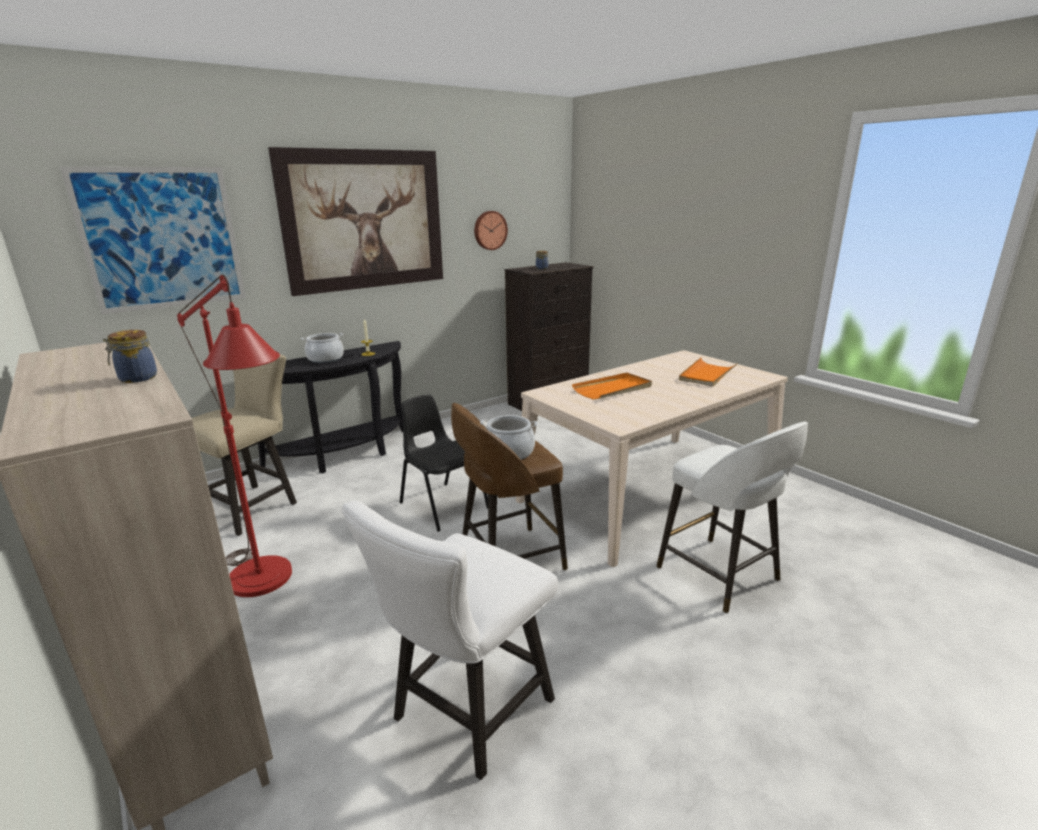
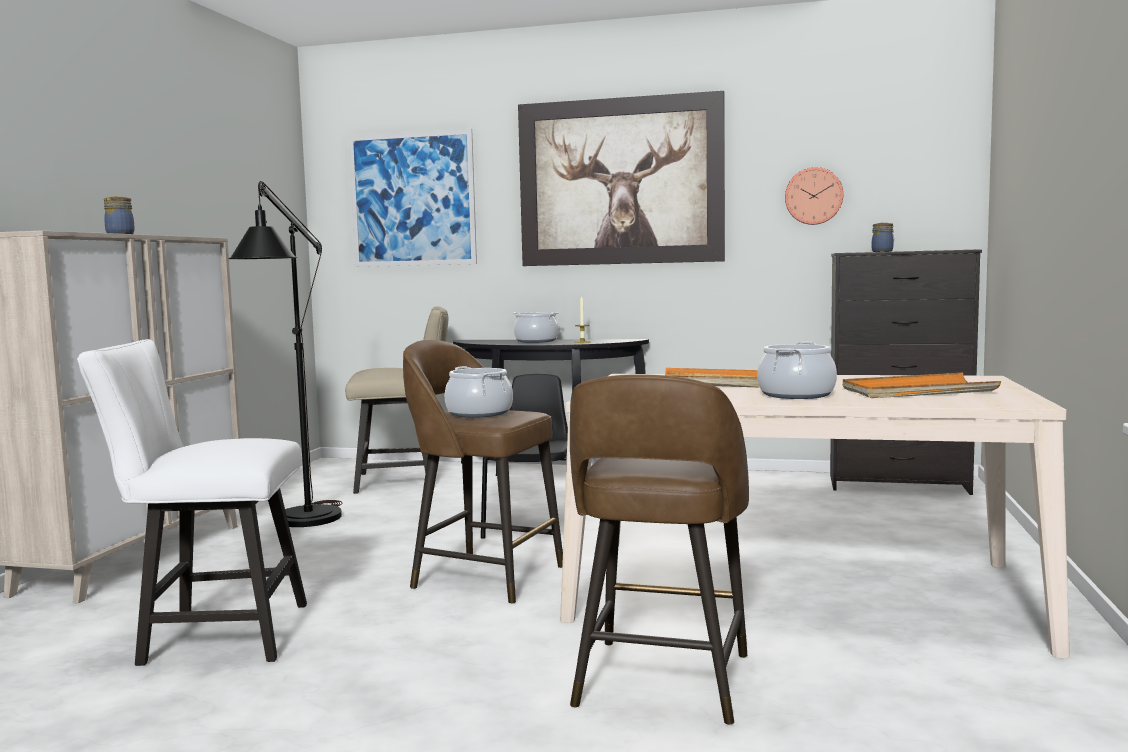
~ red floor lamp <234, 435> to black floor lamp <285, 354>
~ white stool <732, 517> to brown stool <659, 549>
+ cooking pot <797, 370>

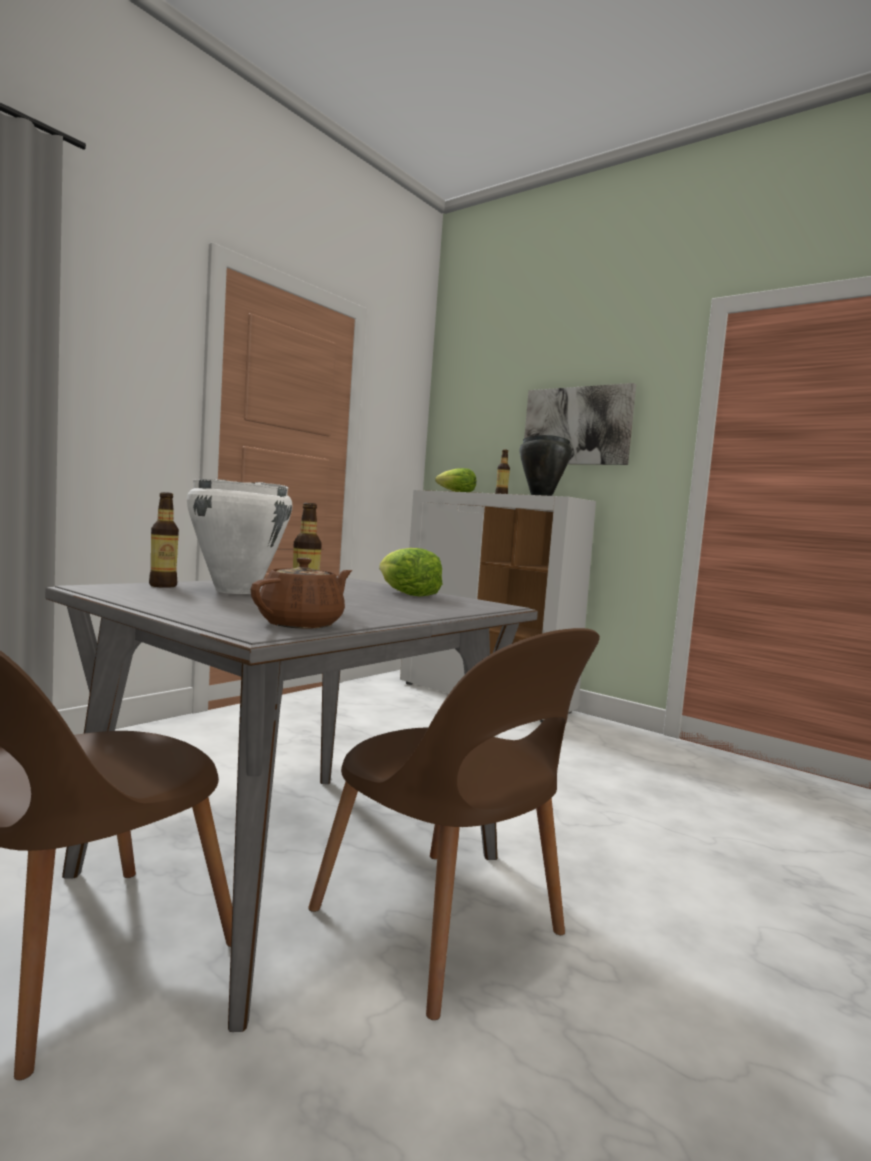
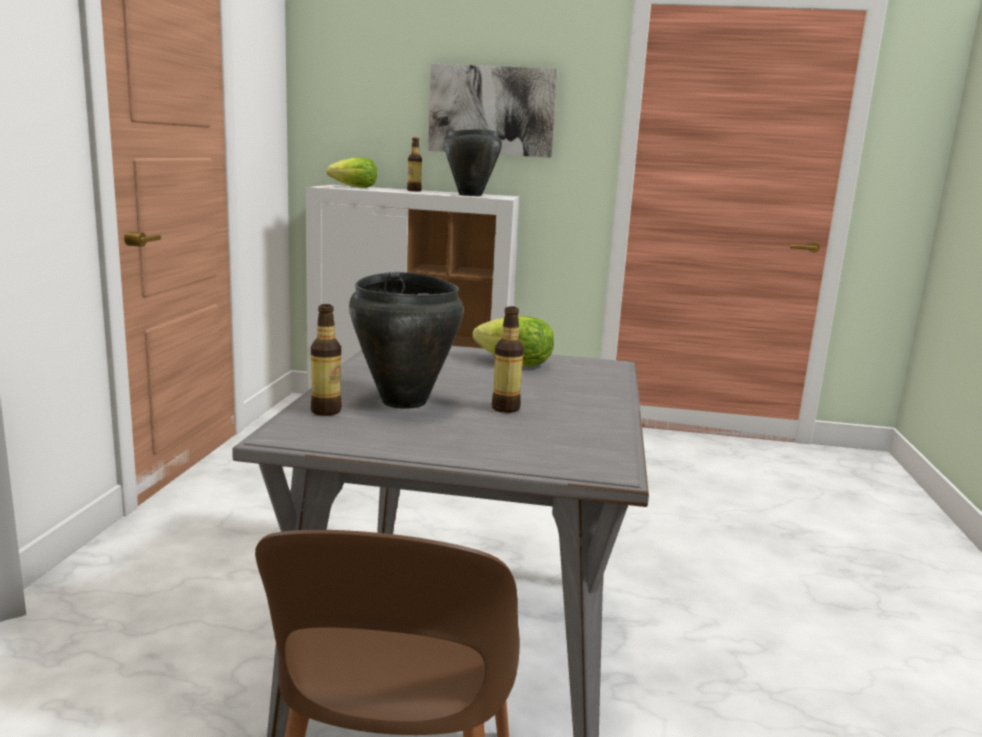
~ white cooking pot <239, 536> to black cooking pot <406, 340>
- brown teapot <301, 593>
- brown chair <454, 824>

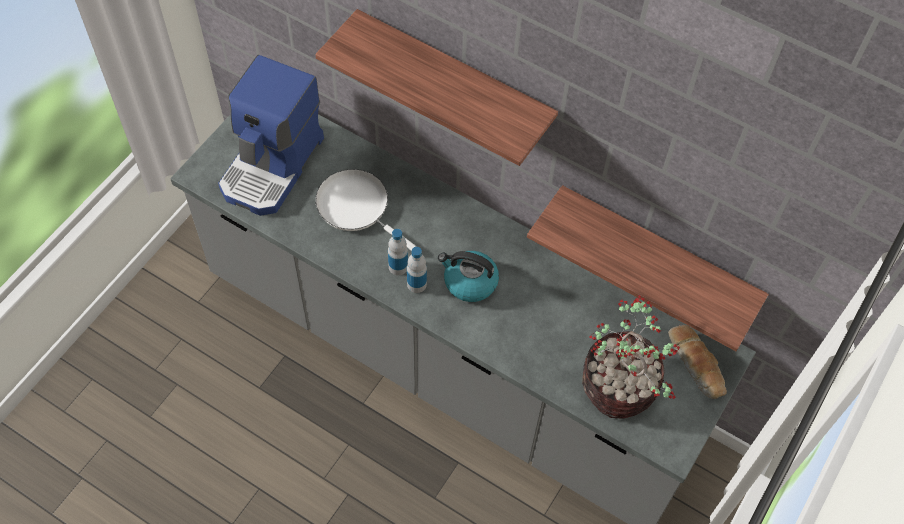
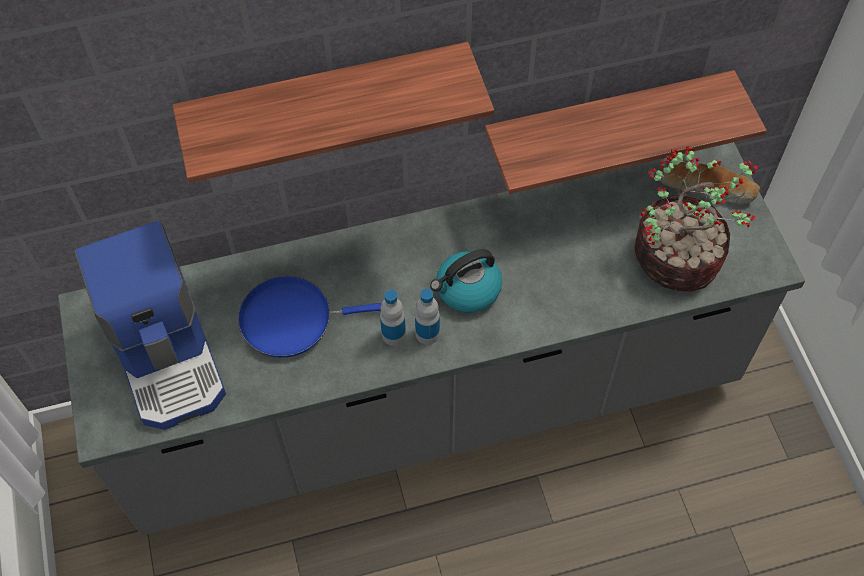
~ white frying pan <366, 210> to blue frying pan <310, 317>

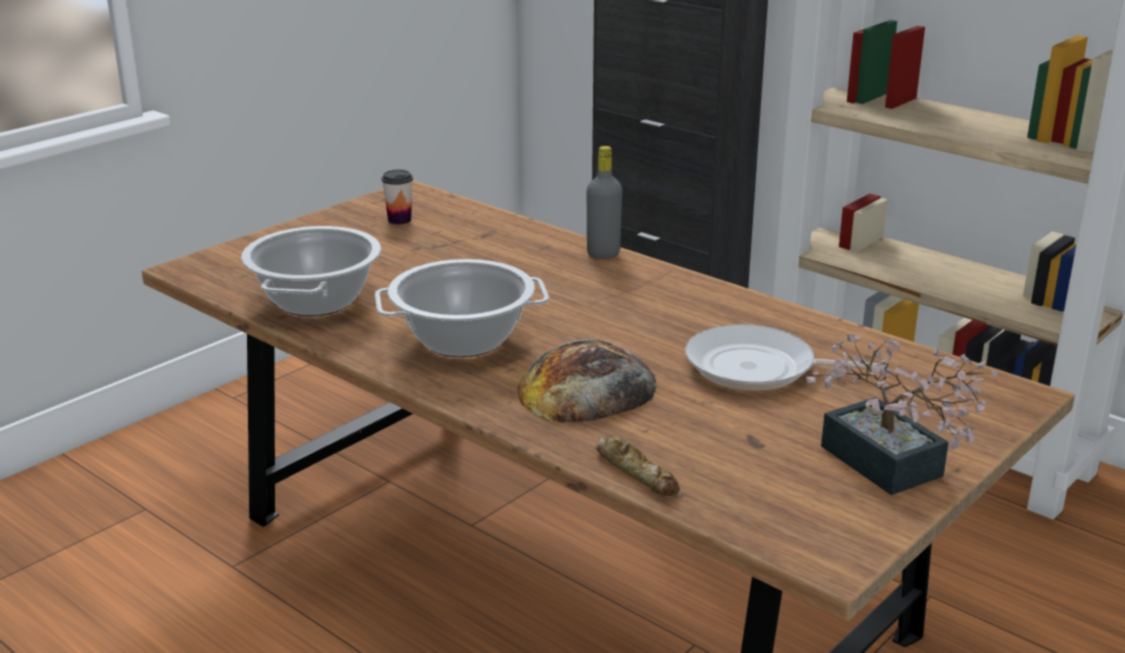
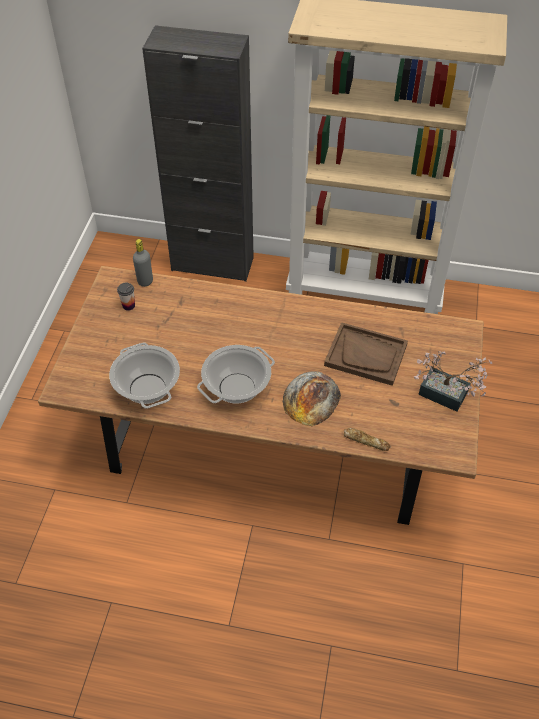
~ grey bottle <604, 202> to <143, 263>
~ frying pan <785, 357> to brown tray <366, 354>

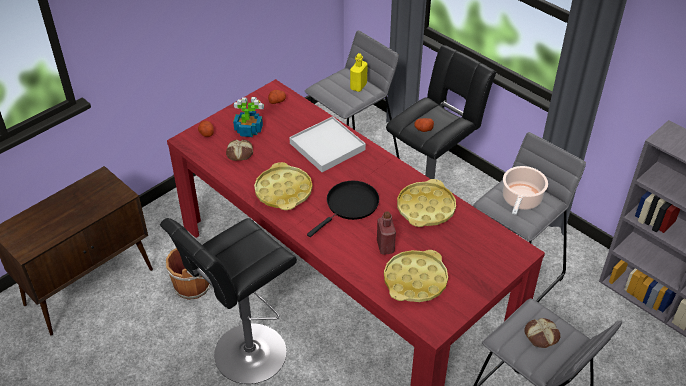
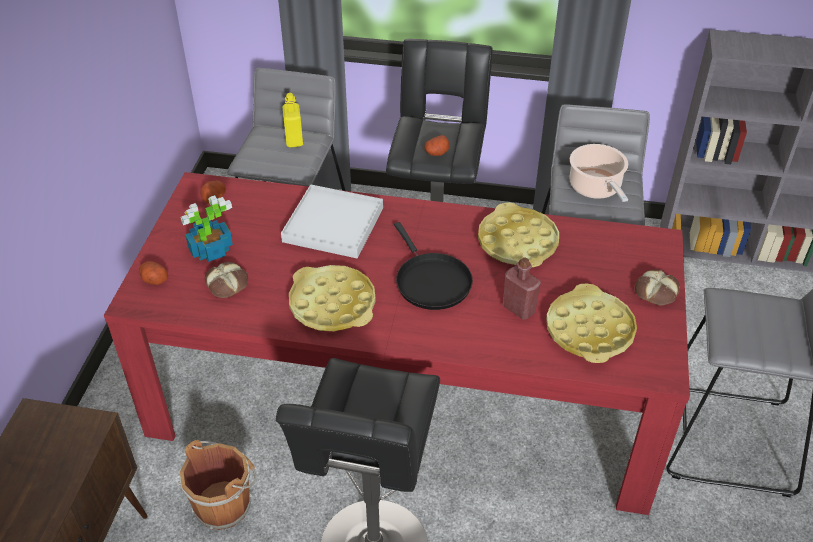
~ black frying pan <343, 209> = <433, 266> 150 degrees clockwise
~ bread <542, 333> to <657, 287>

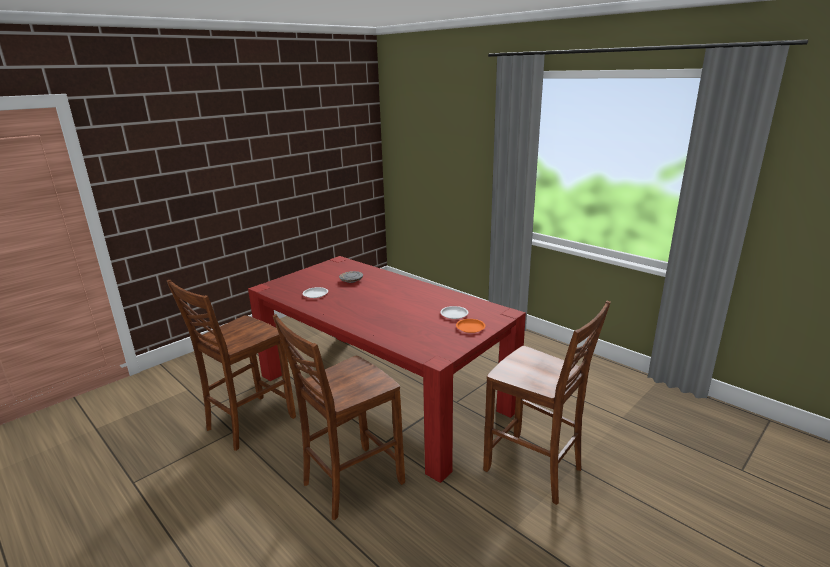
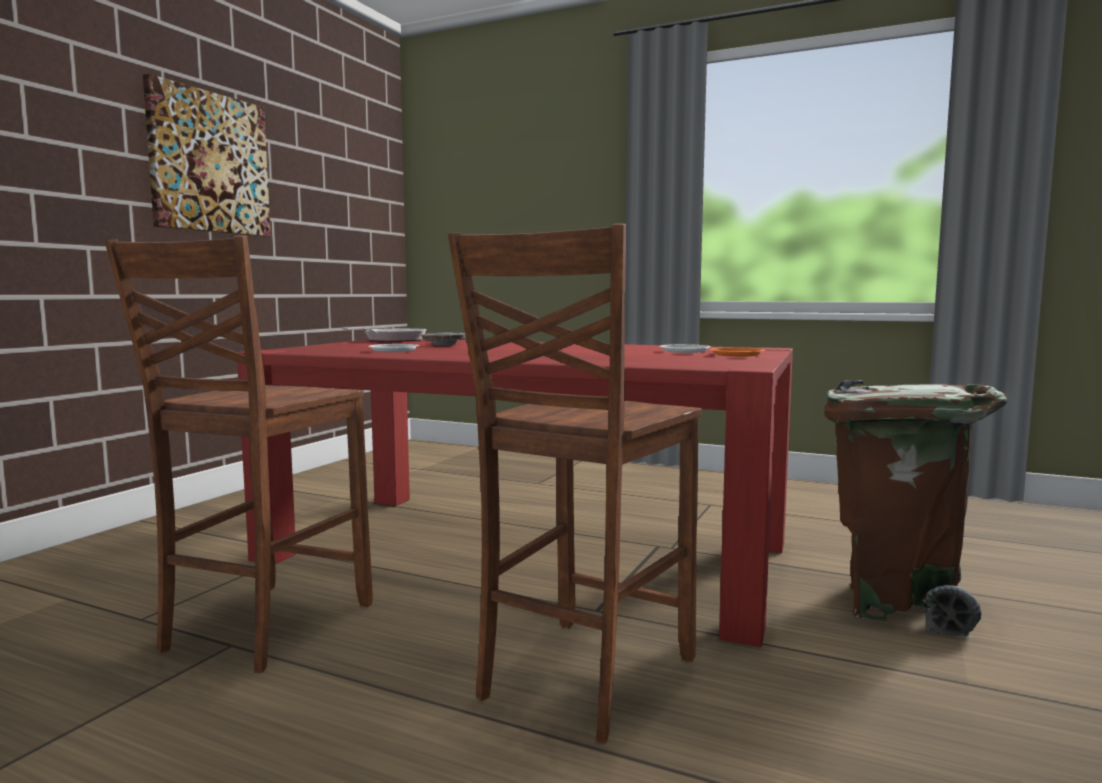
+ picture <207, 155>
+ frying pan <384, 335>
~ brown chair <547, 402> to brown trash can <915, 509>

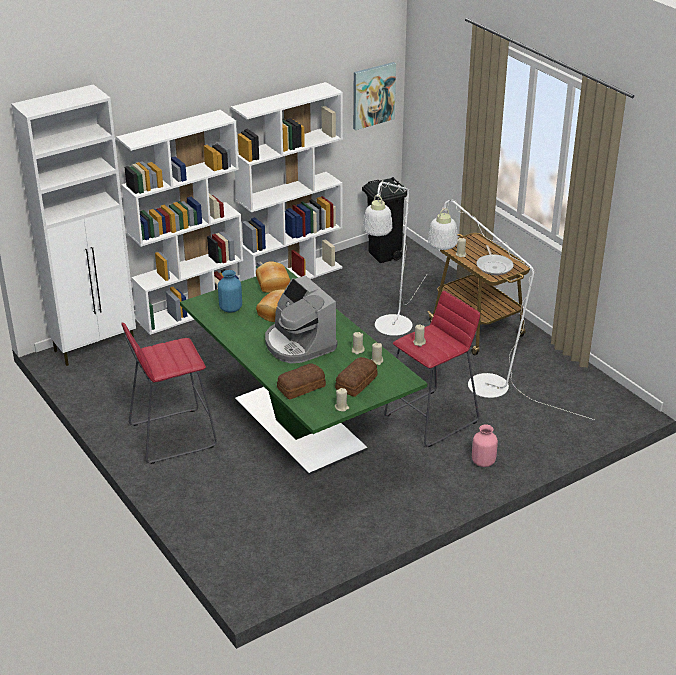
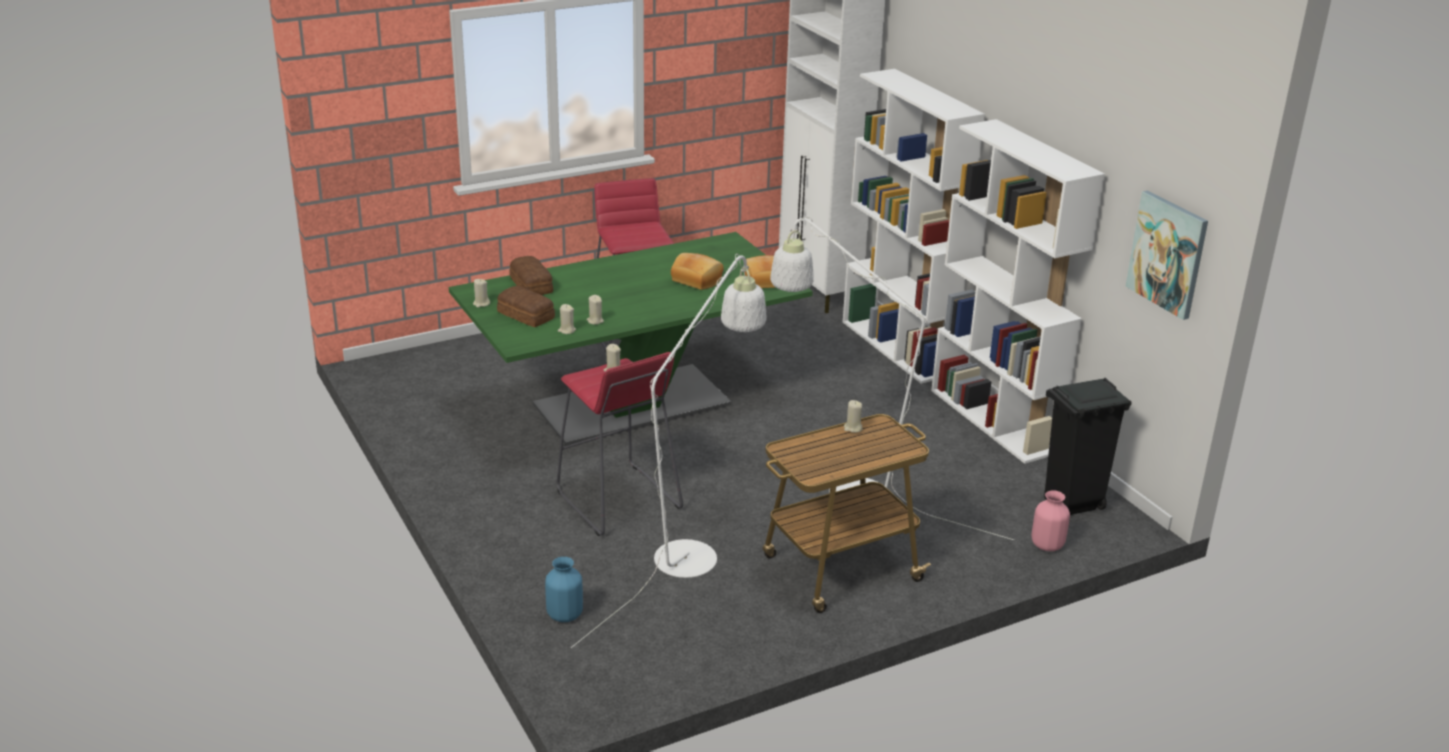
~ blue vase <230, 291> to <564, 589>
~ pink vase <485, 445> to <1050, 521>
- coffee machine <301, 319>
- frying pan <495, 260>

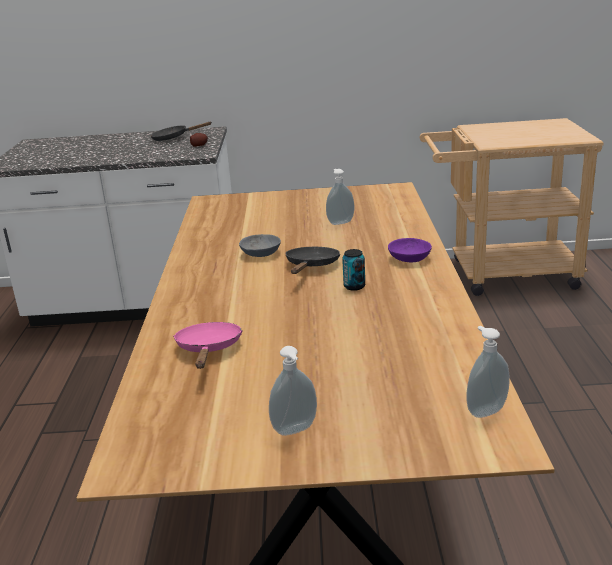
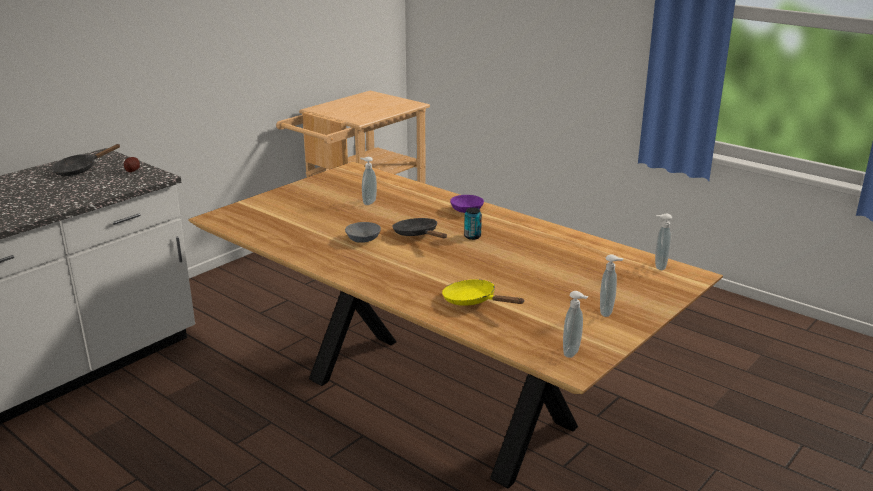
~ pink frying pan <208, 345> to yellow frying pan <483, 292>
+ soap dispenser <576, 324>

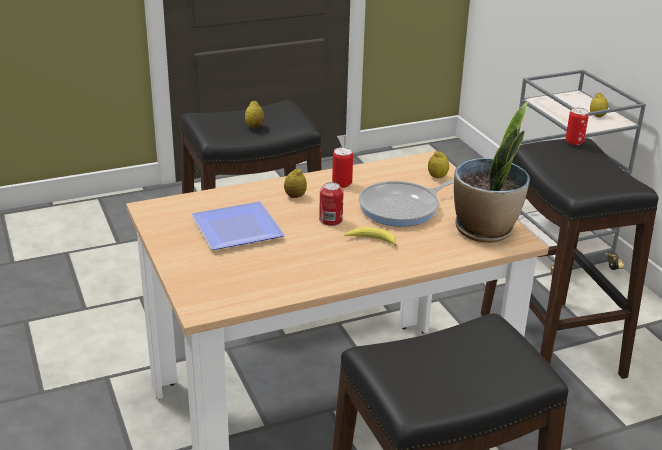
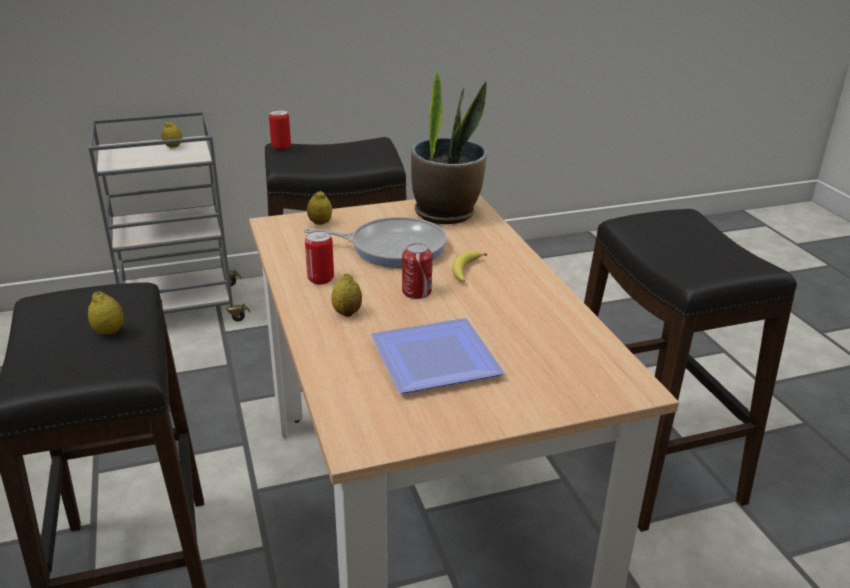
~ frying pan <406, 203> = <375, 242> 60 degrees counterclockwise

